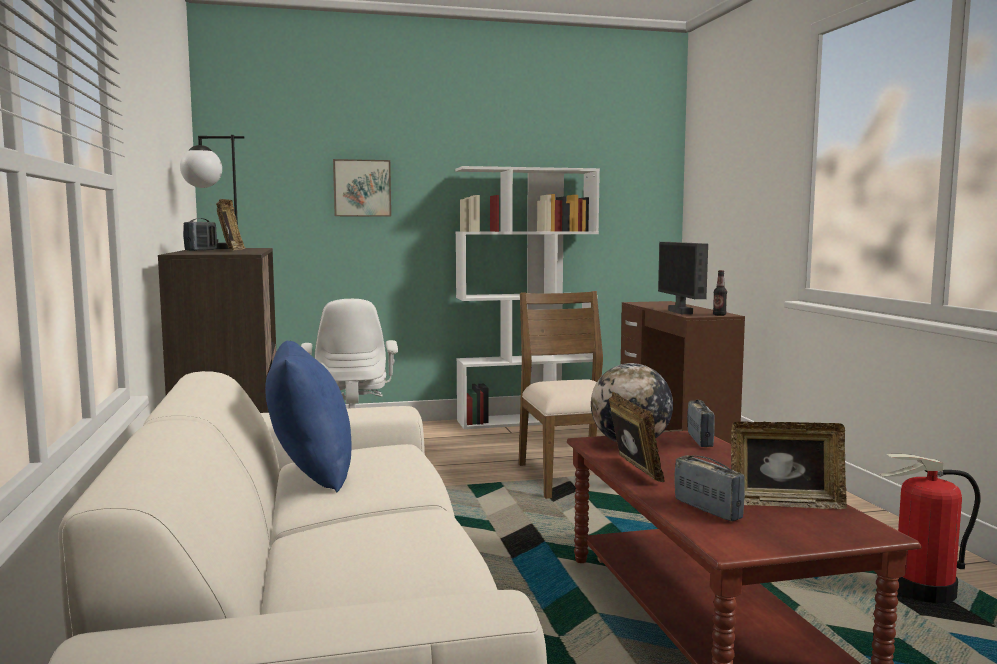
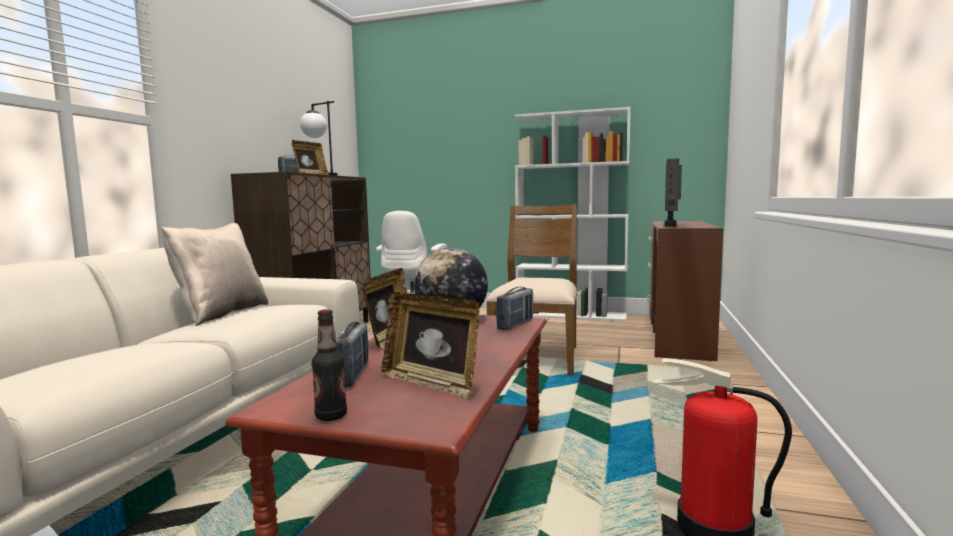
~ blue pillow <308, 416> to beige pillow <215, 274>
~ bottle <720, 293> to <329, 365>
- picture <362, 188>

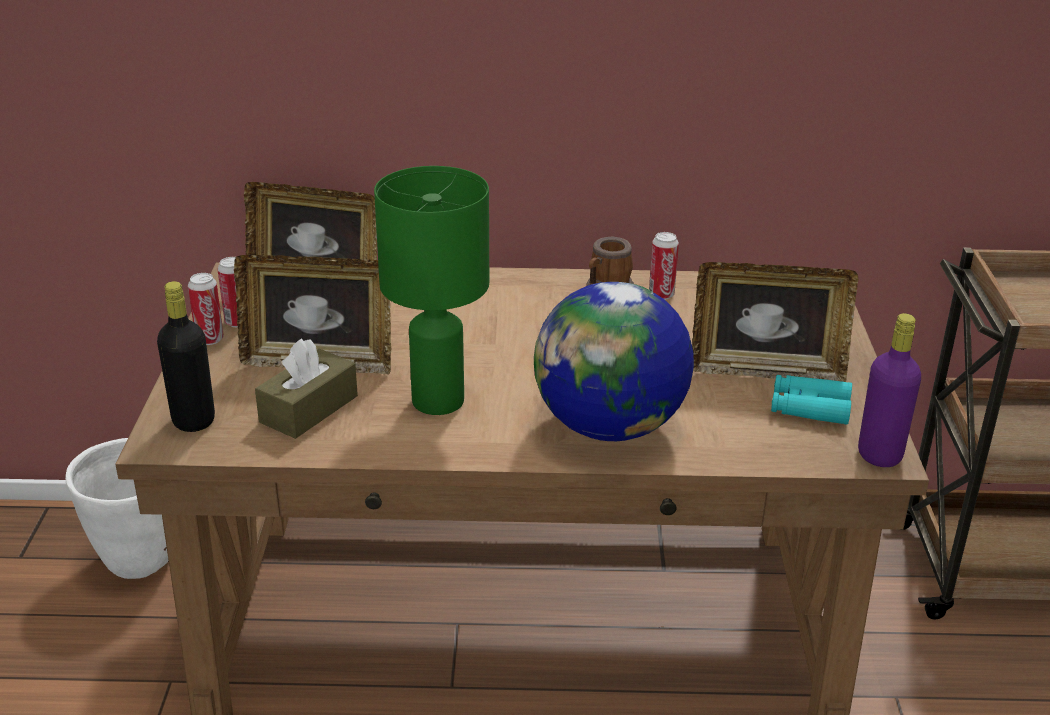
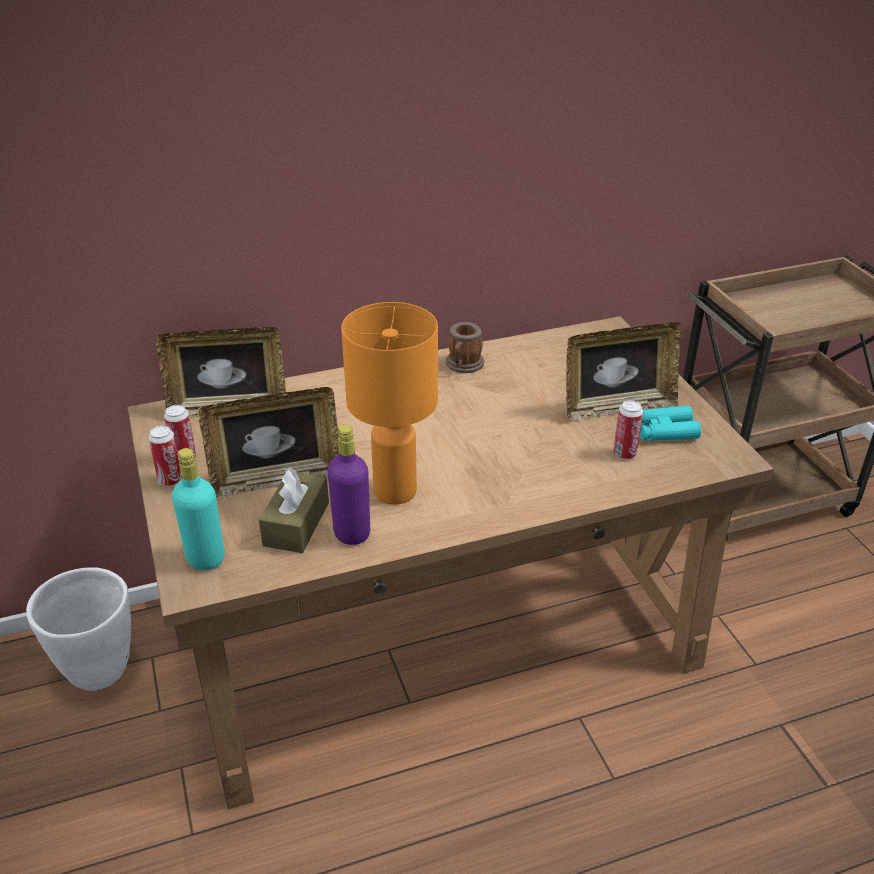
~ black bottle <186, 356> to turquoise bottle <198, 509>
~ purple bottle <889, 390> to <348, 484>
~ green table lamp <431, 290> to orange table lamp <389, 403>
~ can <664, 266> to <628, 429>
- globe <614, 361>

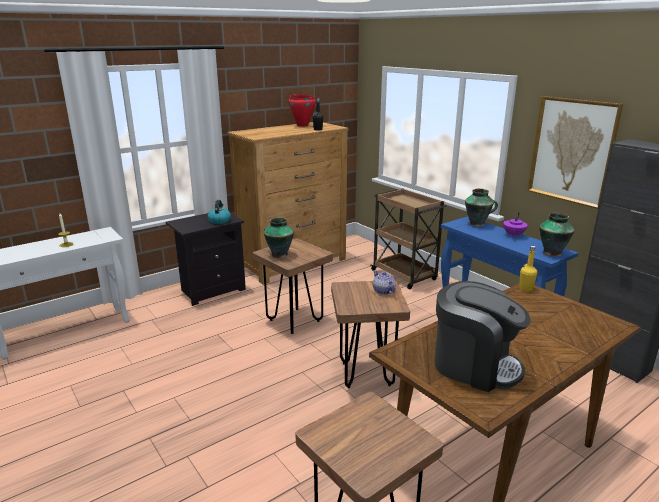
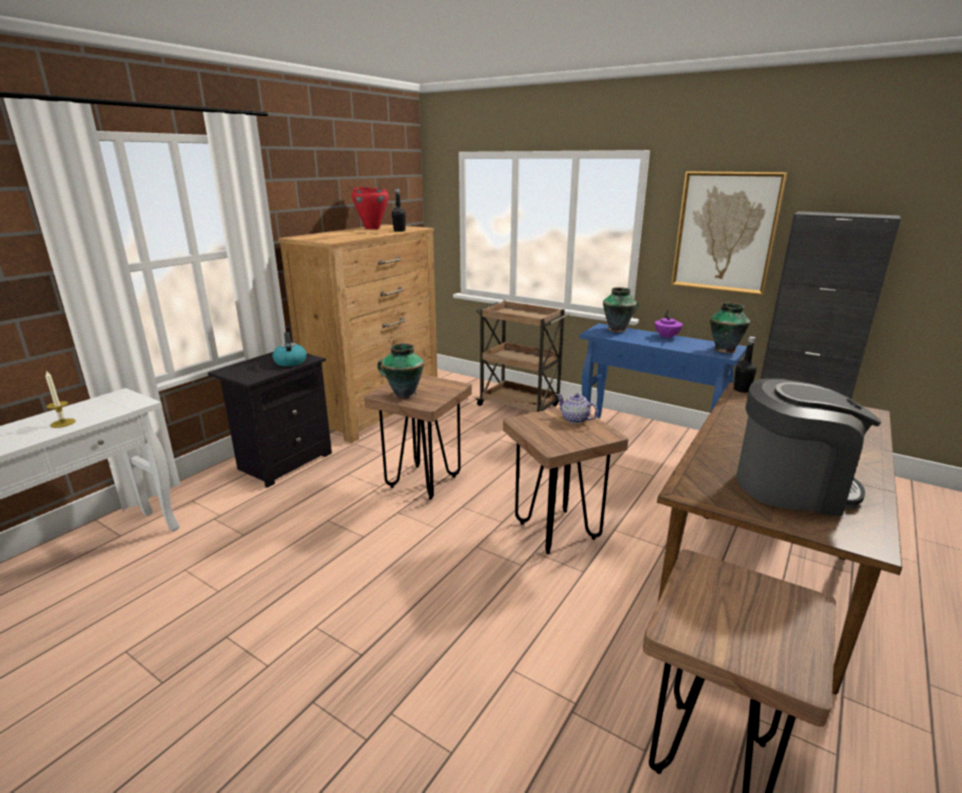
~ yellow bottle <528, 269> to black bottle <745, 364>

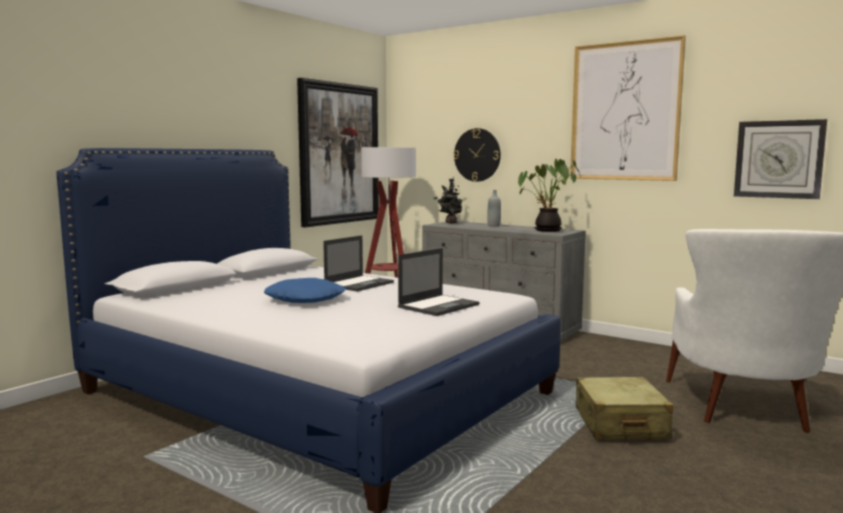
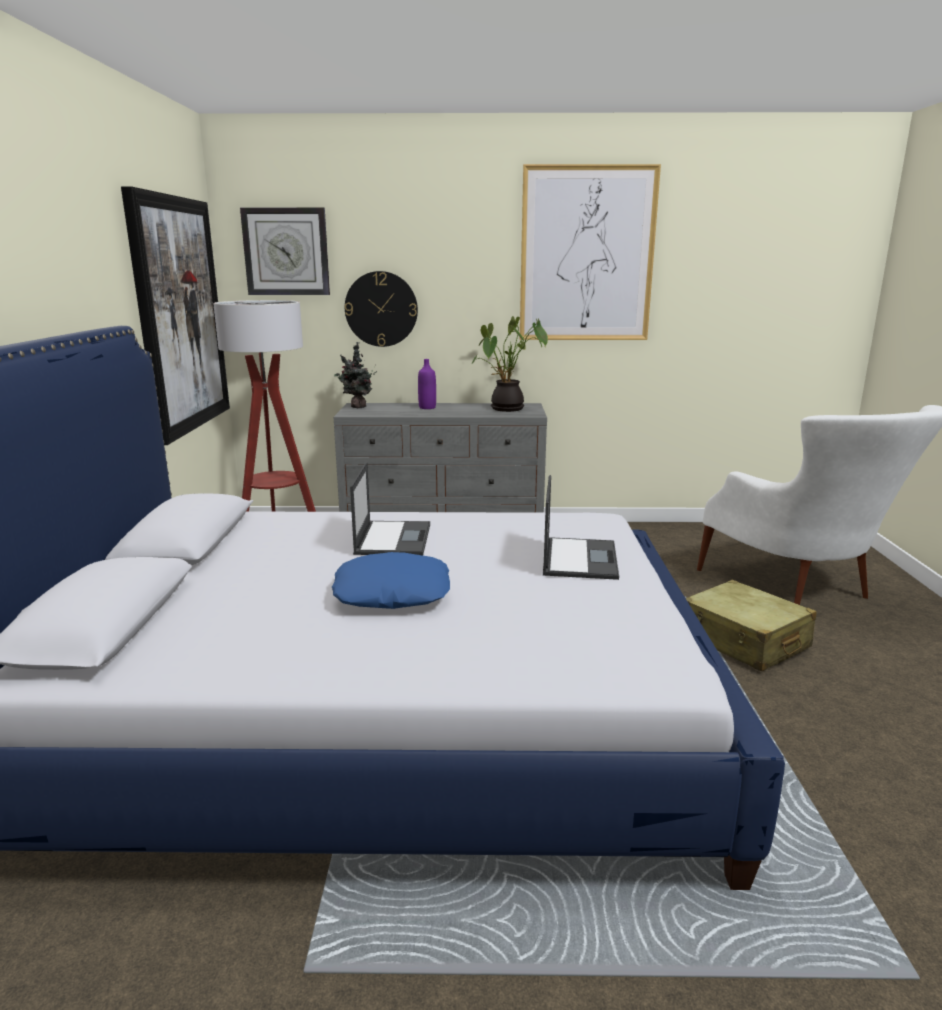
~ wall clock <780, 159> to <285, 251>
~ grey bottle <494, 208> to purple bottle <427, 384>

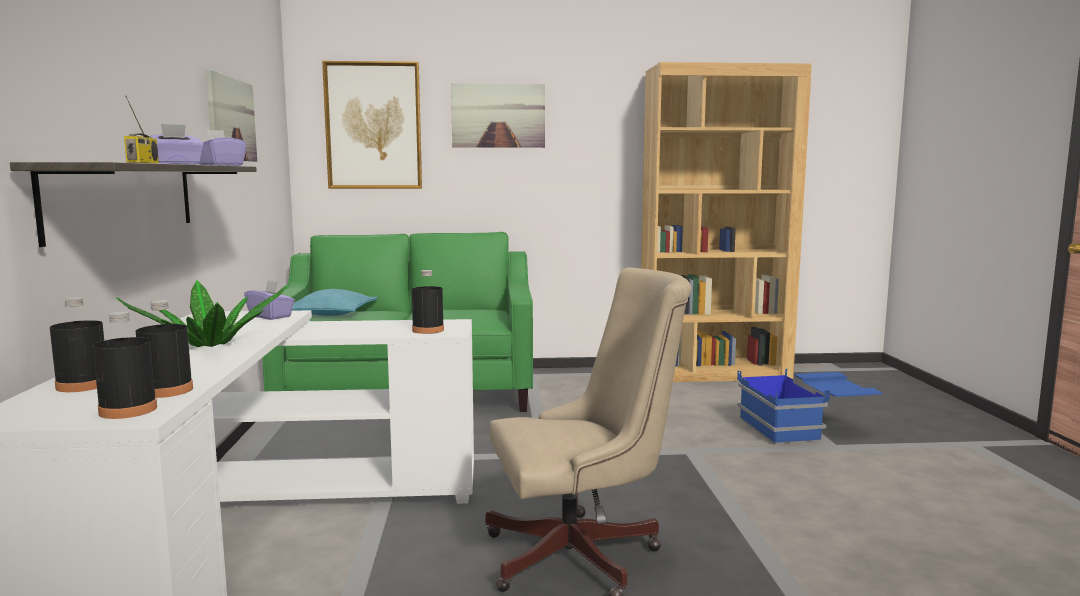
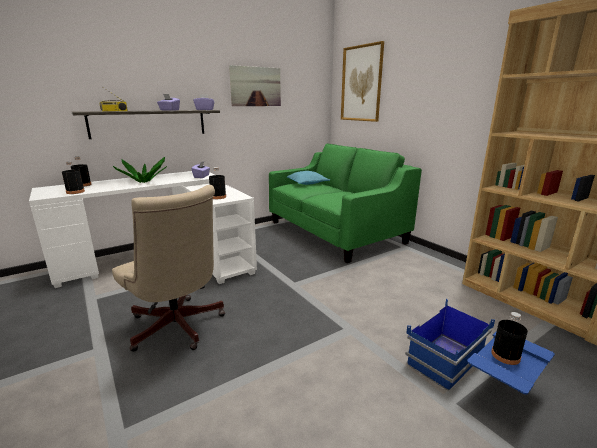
~ black bottle <125, 365> to <509, 338>
- picture <498, 115>

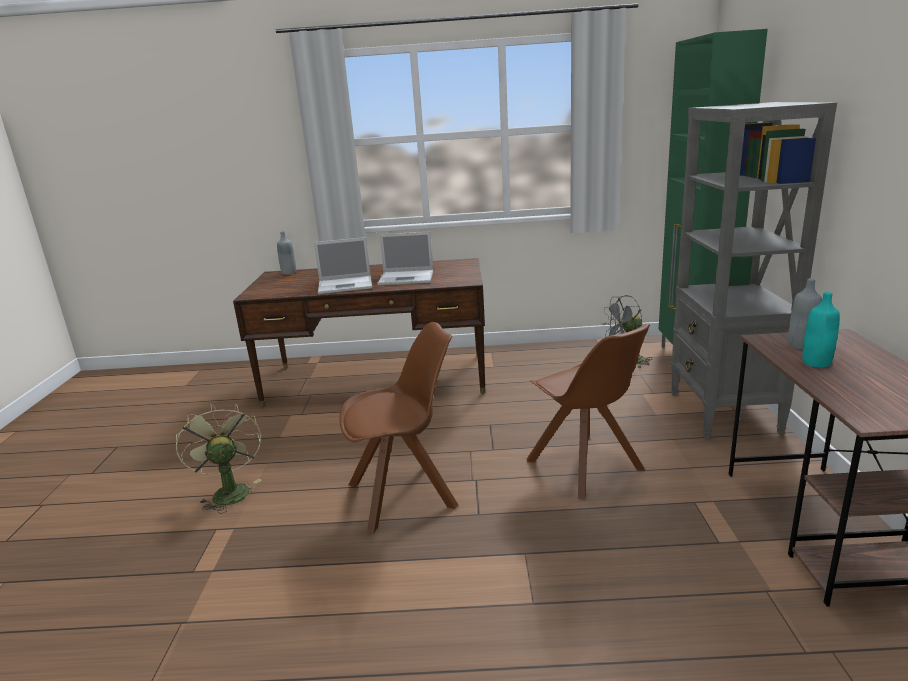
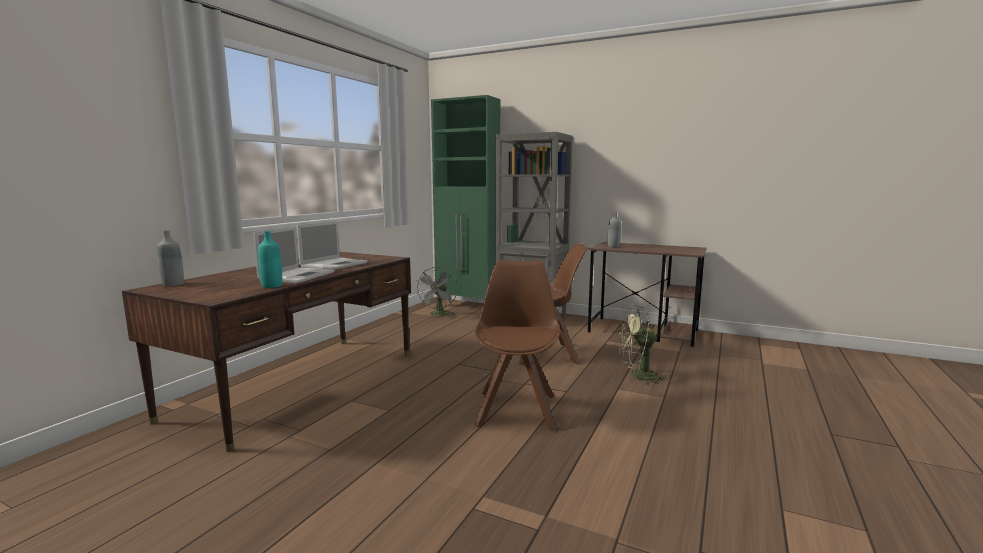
~ turquoise bottle <821, 330> to <270, 259>
~ green fan <219, 459> to <643, 345>

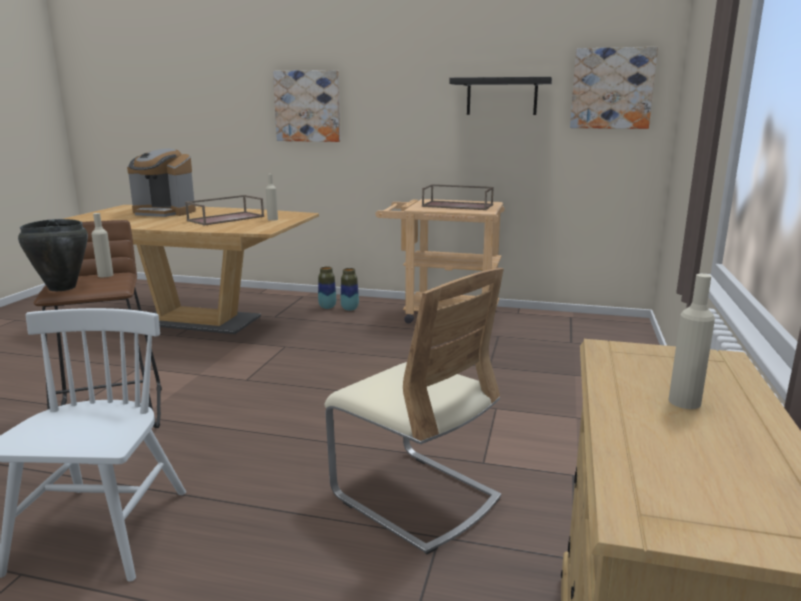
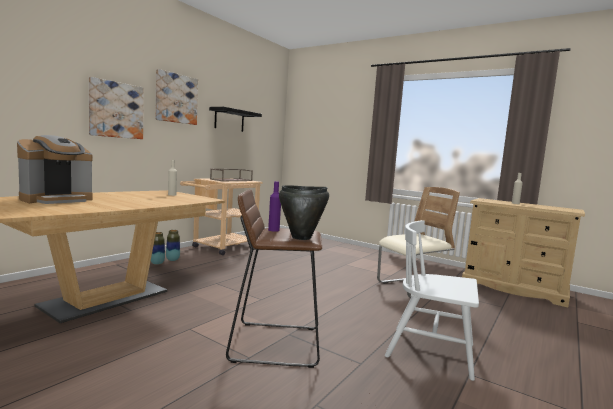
~ picture <614, 88> to <176, 97>
~ beige bottle <102, 245> to purple bottle <274, 206>
- brown tray <224, 210>

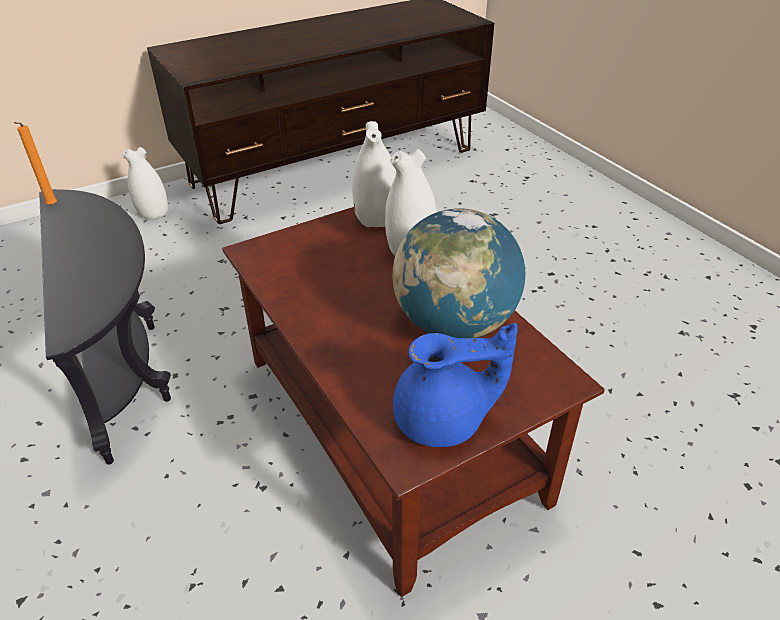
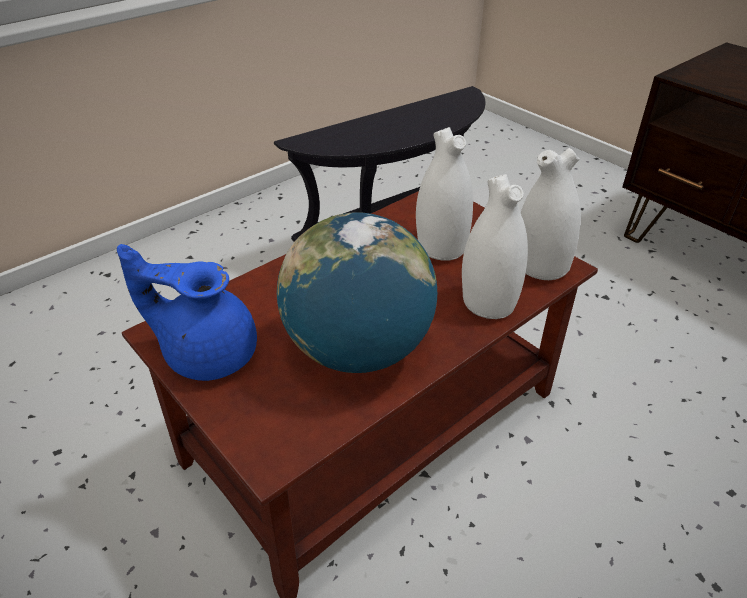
~ blue teapot <455, 385> = <187, 312> 120 degrees clockwise
~ white vase <146, 183> to <444, 194>
- orange candle <35, 164>

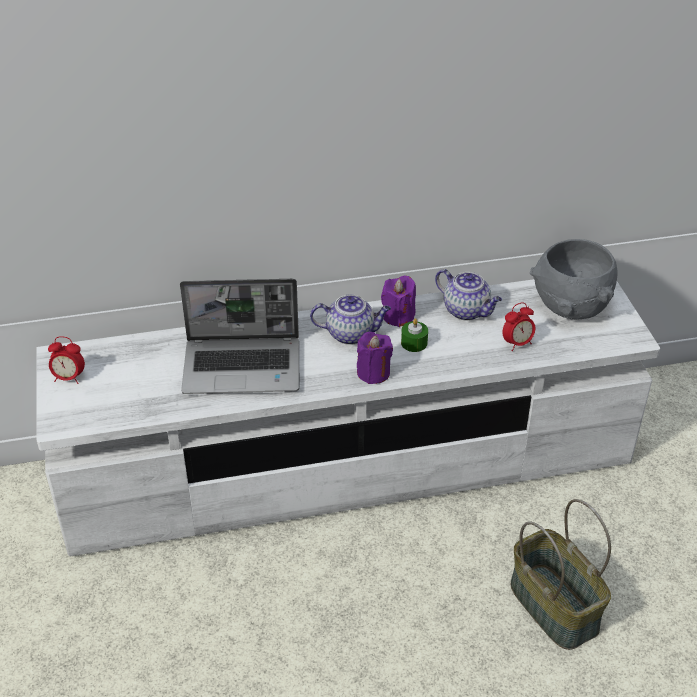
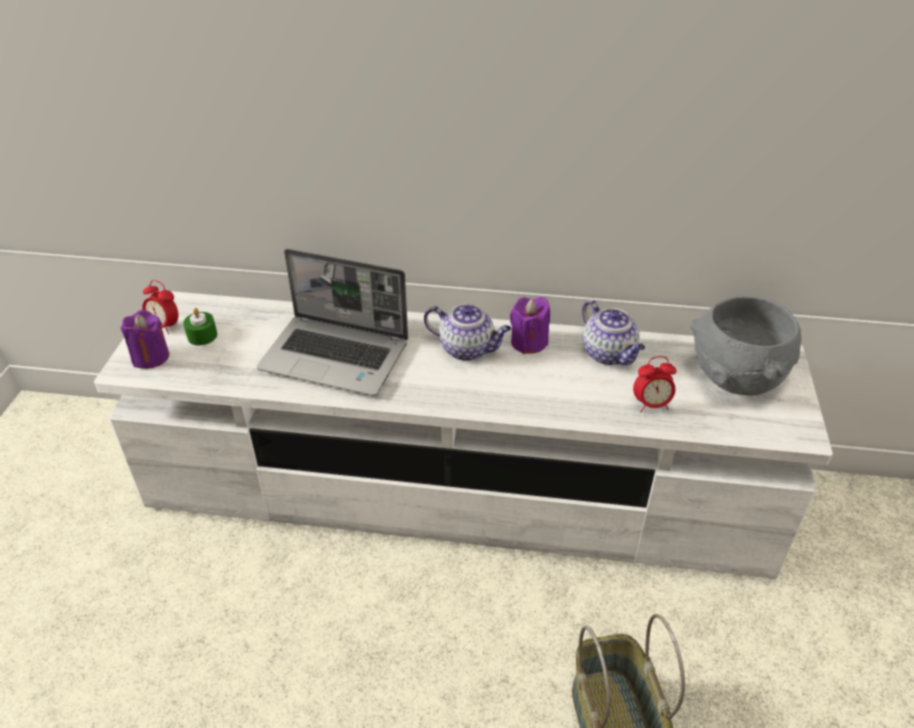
~ purple candle <375, 358> to <144, 339>
~ green candle <414, 335> to <200, 327>

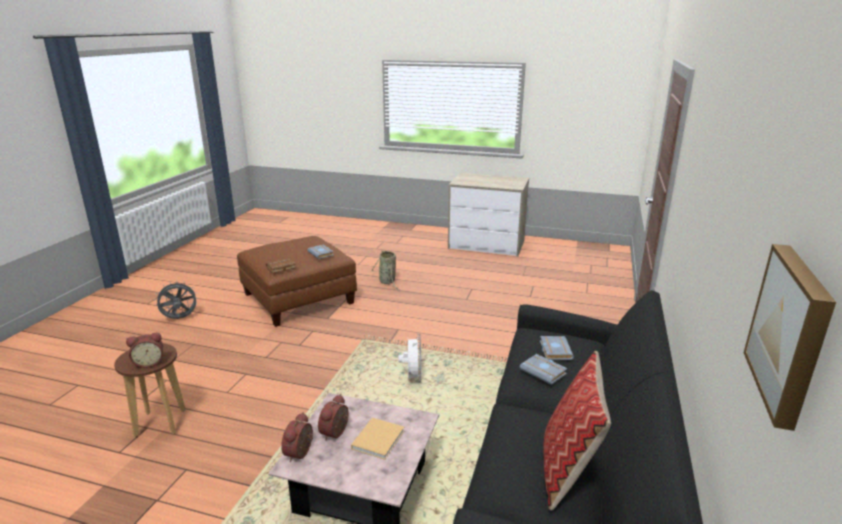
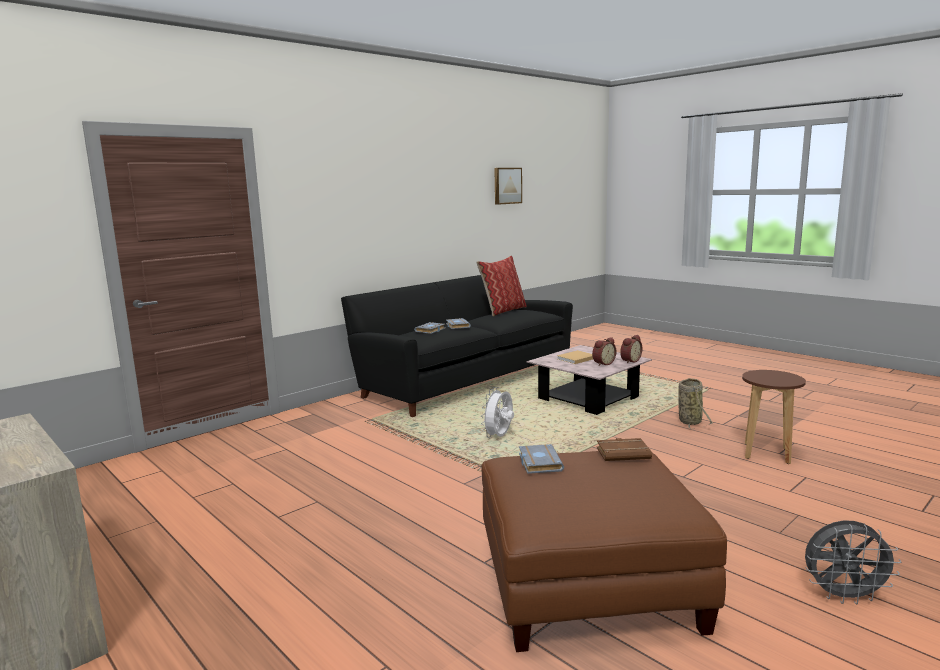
~ basket <385, 270> to <696, 403>
- alarm clock <144, 350>

